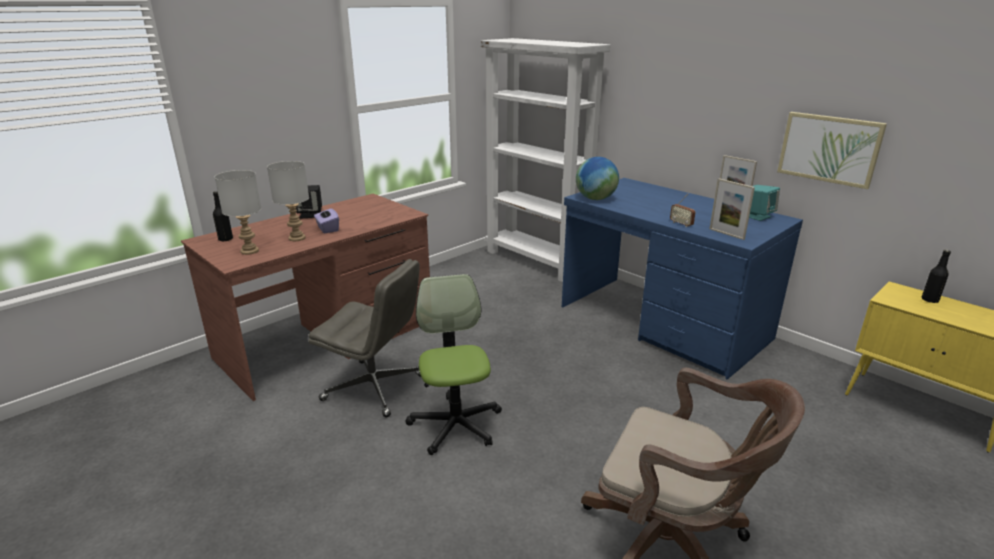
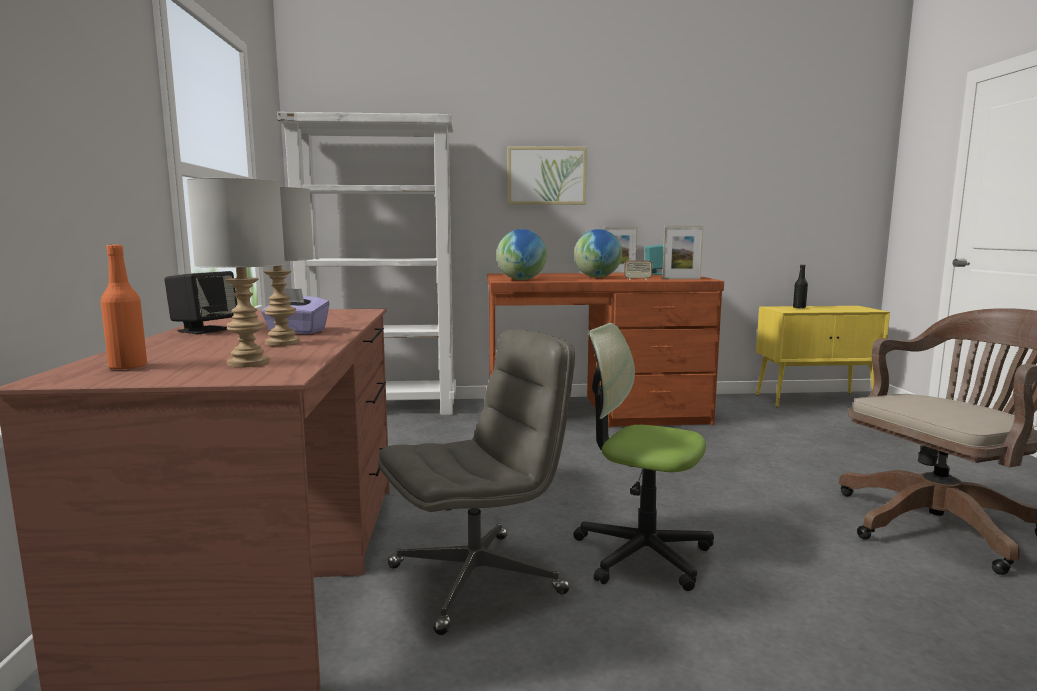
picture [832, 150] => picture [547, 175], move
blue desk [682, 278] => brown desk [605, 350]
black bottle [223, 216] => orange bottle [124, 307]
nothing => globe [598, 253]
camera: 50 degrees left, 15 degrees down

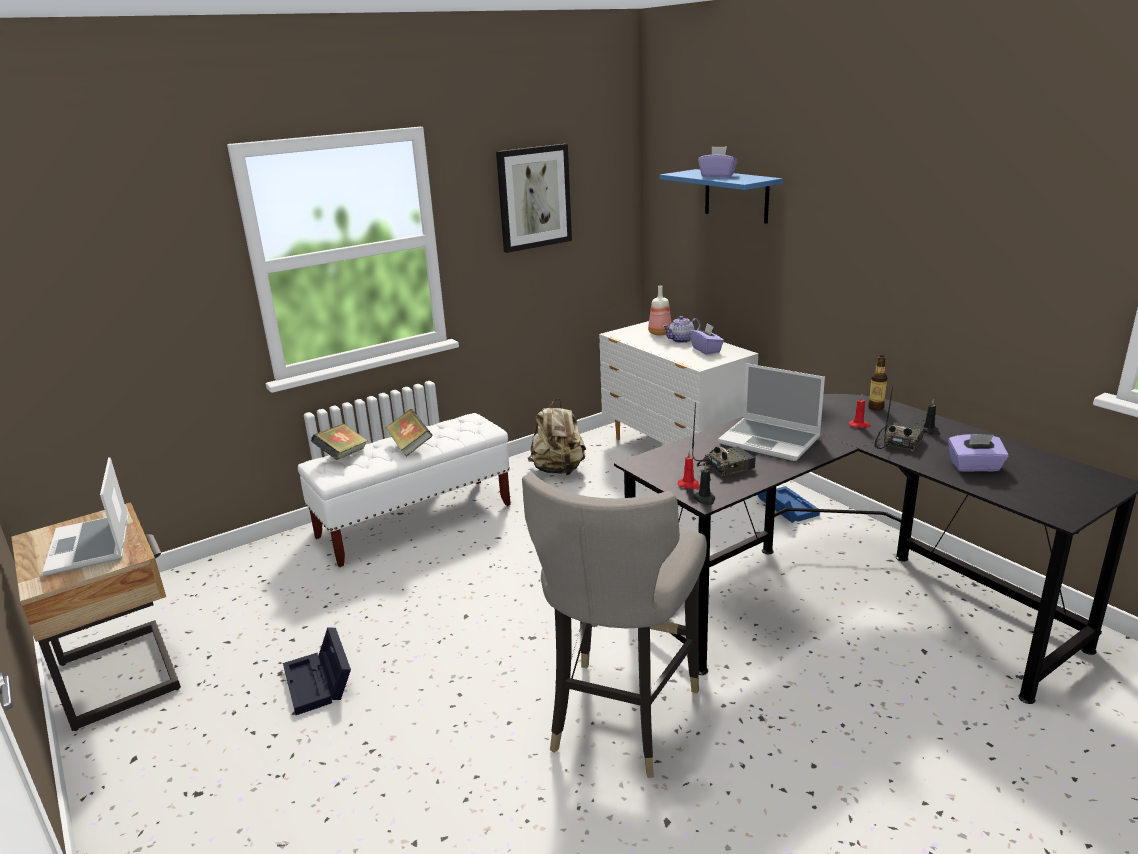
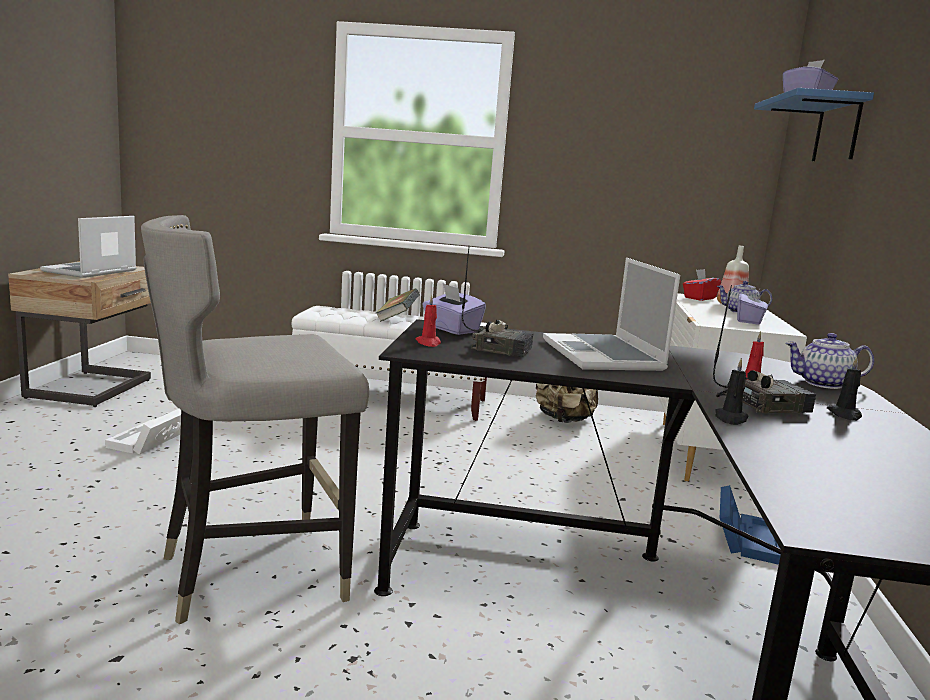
picture [534, 198] => nothing
bottle [877, 383] => teapot [830, 361]
book [339, 441] => nothing
purple tissue box [978, 453] => purple tissue box [454, 309], move
black candle [704, 484] => black candle [732, 391], move
black storage box [317, 671] => white storage box [143, 432]
nothing => red tissue box [702, 285]
camera: 40 degrees right, 10 degrees down

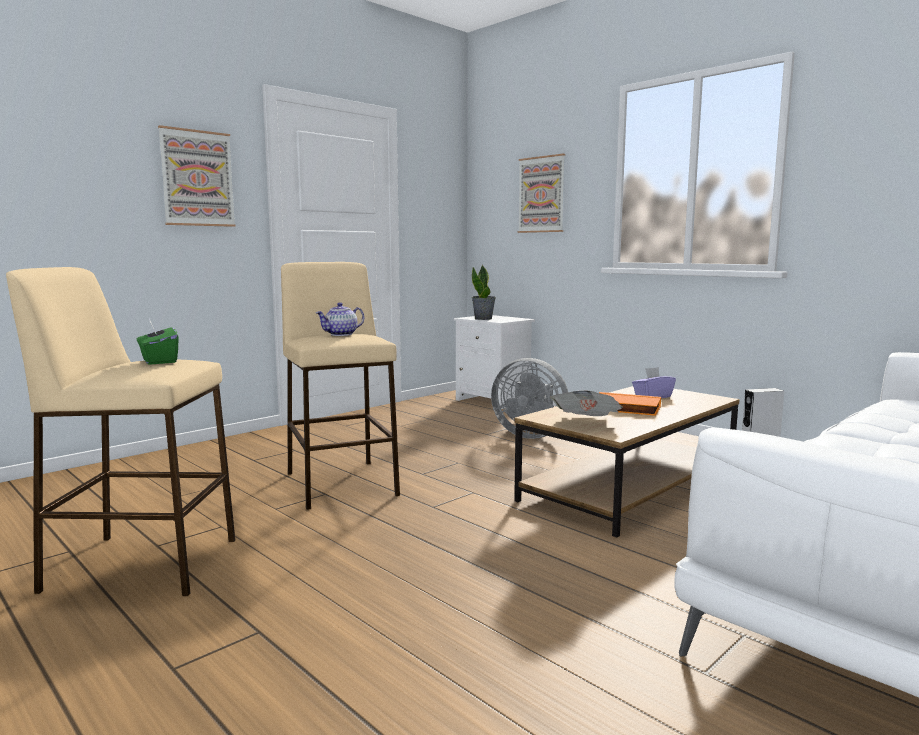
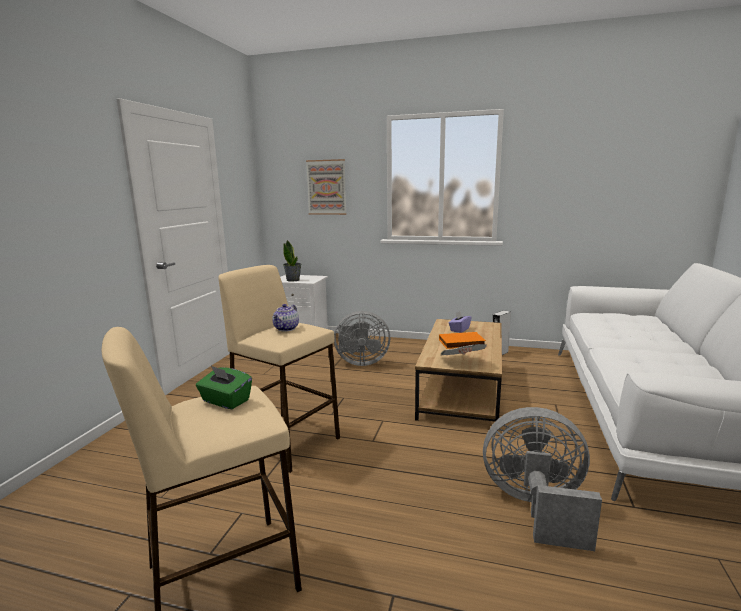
picture [197, 176] => nothing
nothing => grey fan [542, 479]
camera: 30 degrees left, 5 degrees up

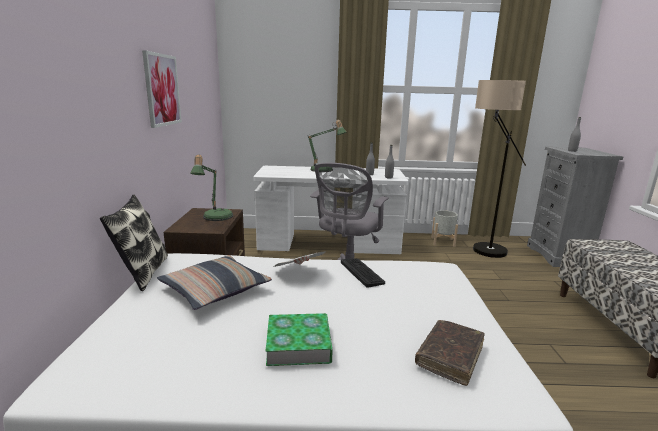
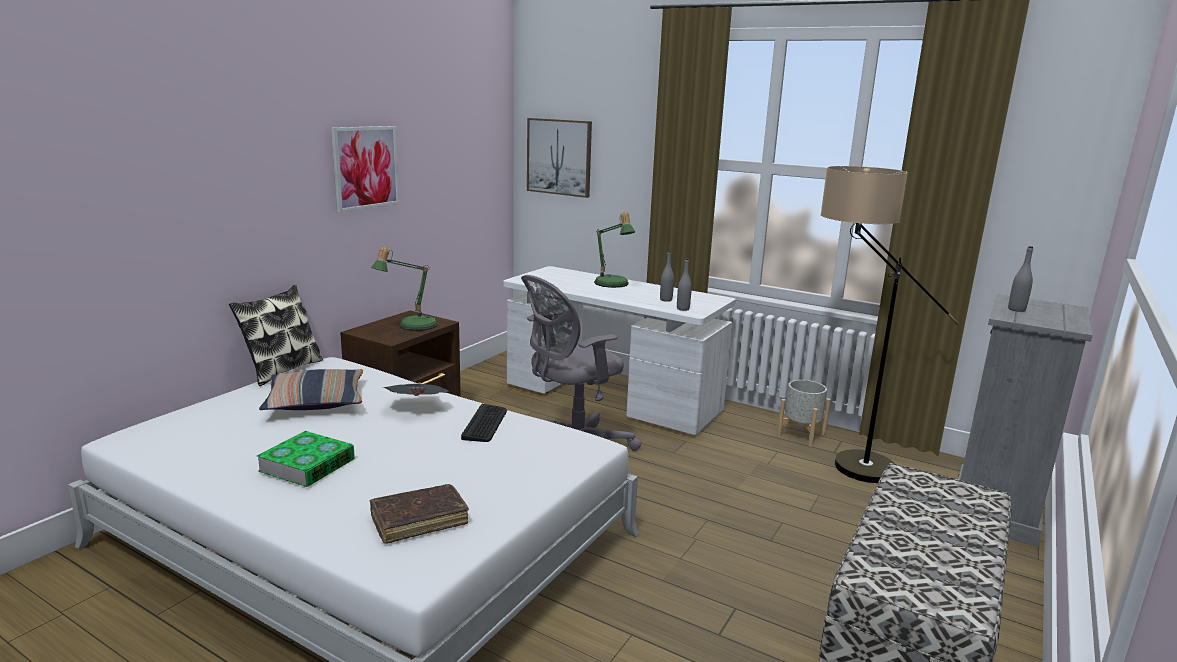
nothing => picture [559, 158]
camera: 30 degrees right, 0 degrees up

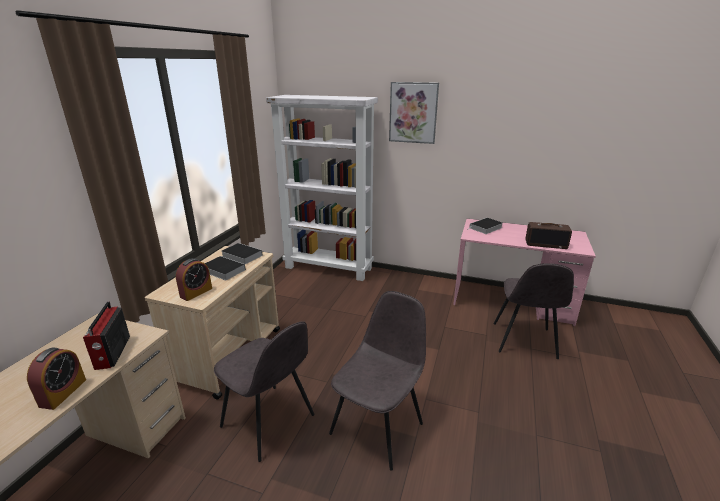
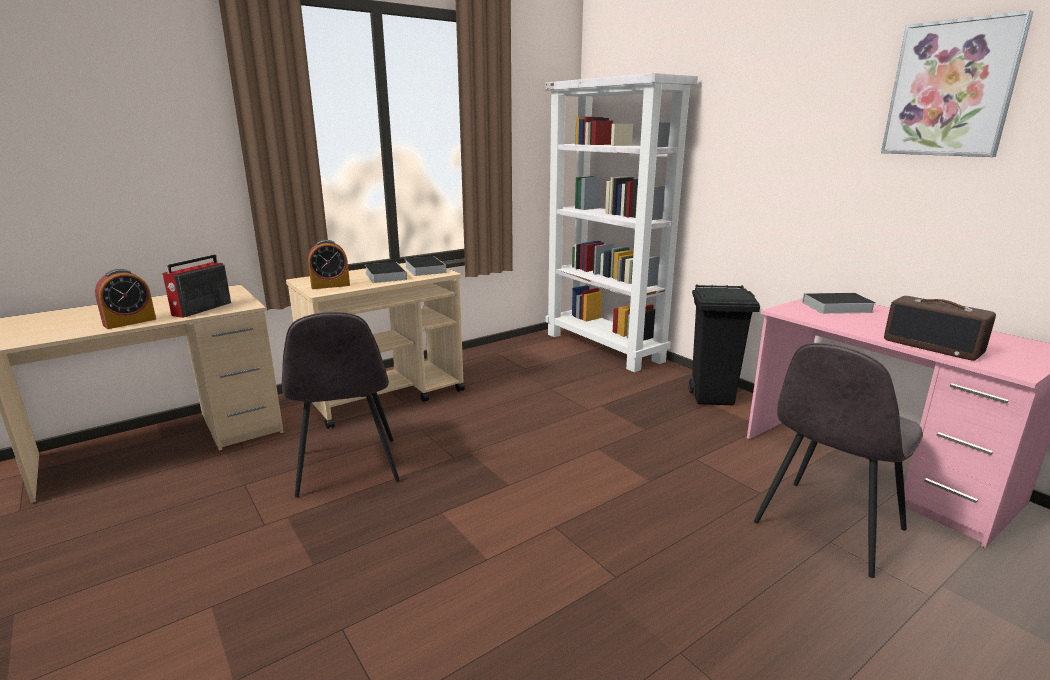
picture [414, 113] => picture [957, 83], move
grey chair [377, 381] => nothing
nothing => black trash can [724, 345]
camera: 35 degrees right, 5 degrees down

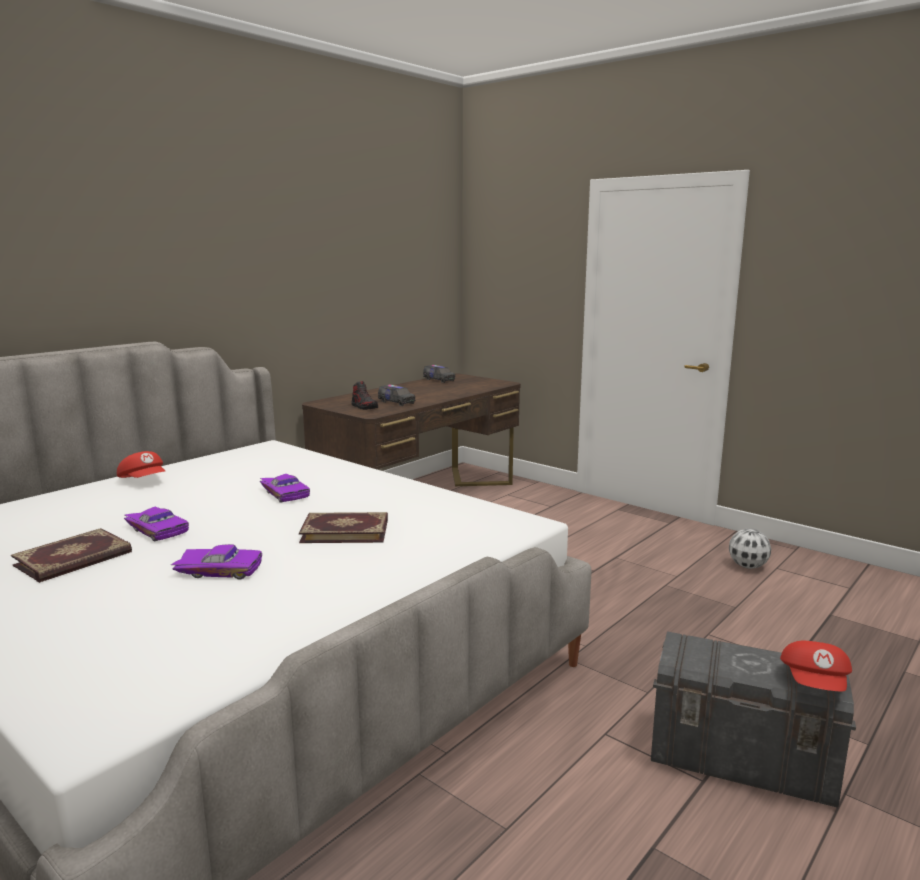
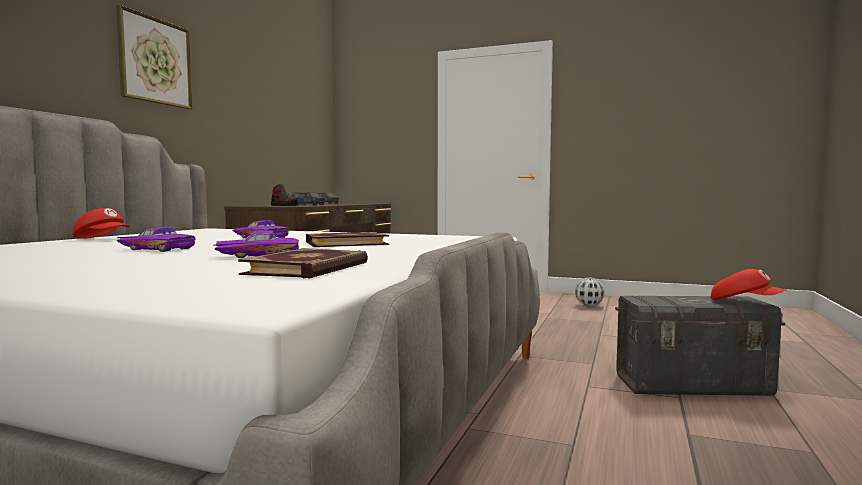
book [71, 555] => book [303, 263], move
red cap [816, 666] => red cap [748, 284], 45 degrees counterclockwise
nothing => picture [154, 57]
camera: 20 degrees left, 10 degrees down

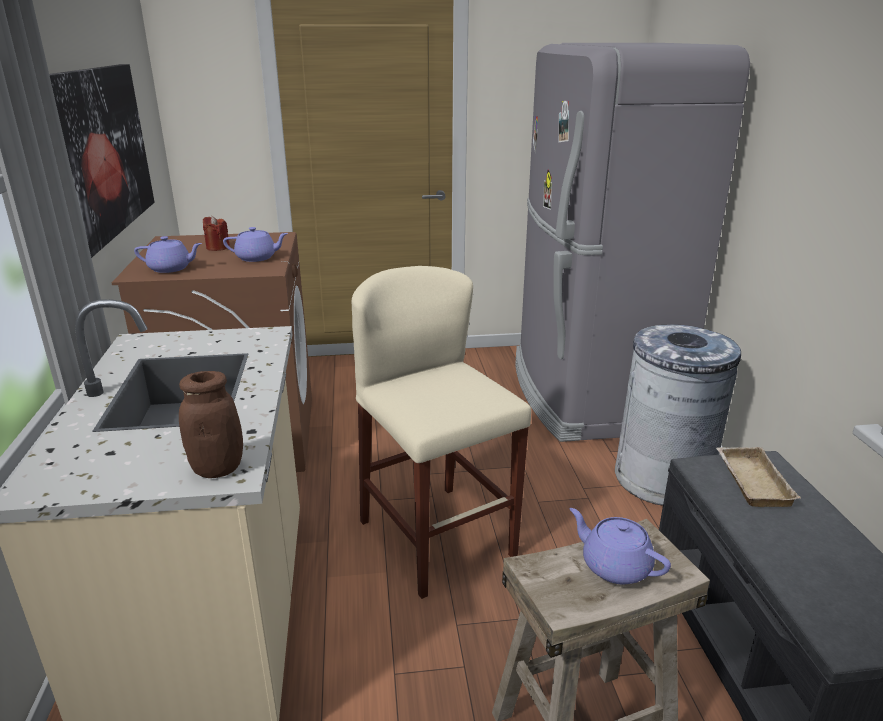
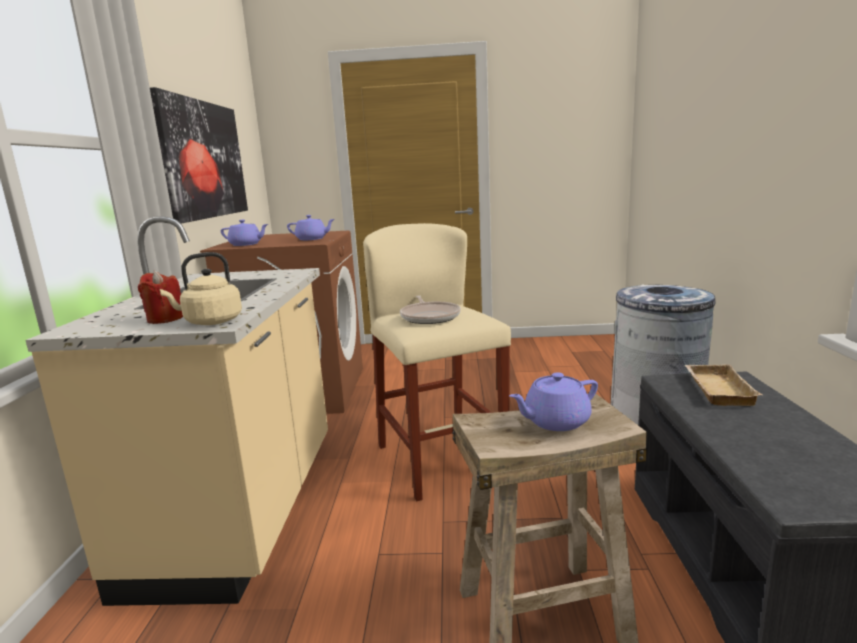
grey fridge [632, 242] => nothing
red candle [216, 233] => red candle [160, 297], move
brown jar [211, 424] => beige kettle [201, 288]
purple teapot [620, 546] => purple teapot [553, 401], 75 degrees counterclockwise
nothing => frying pan [430, 309]
camera: 10 degrees right, 10 degrees down

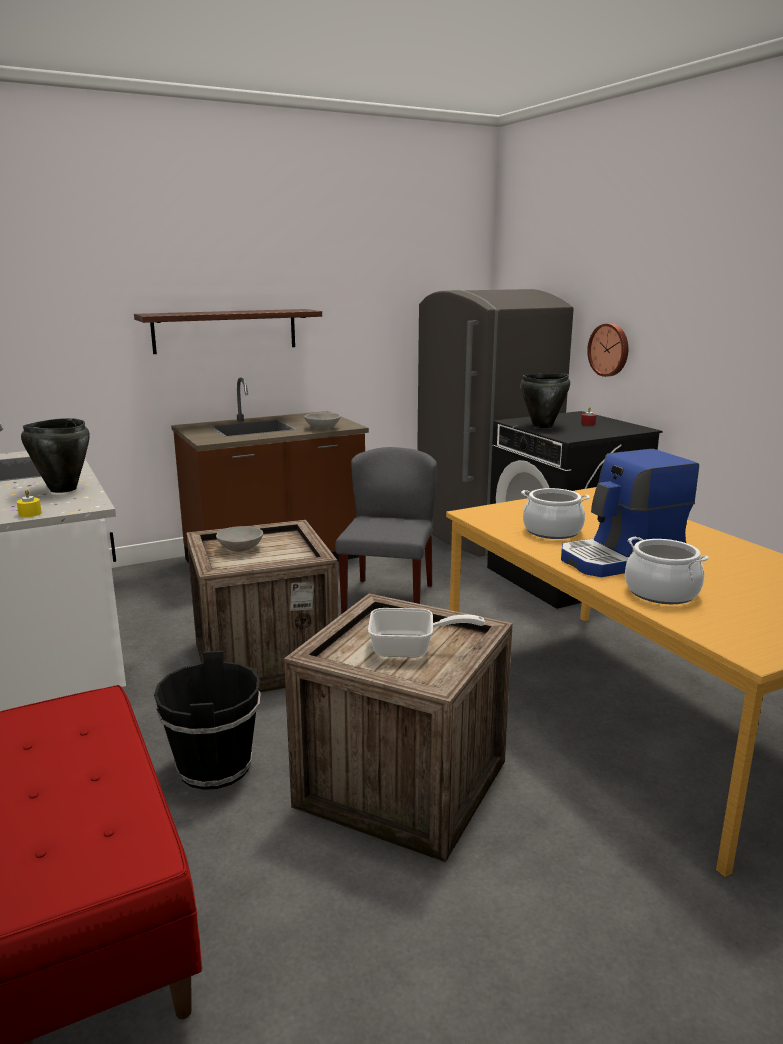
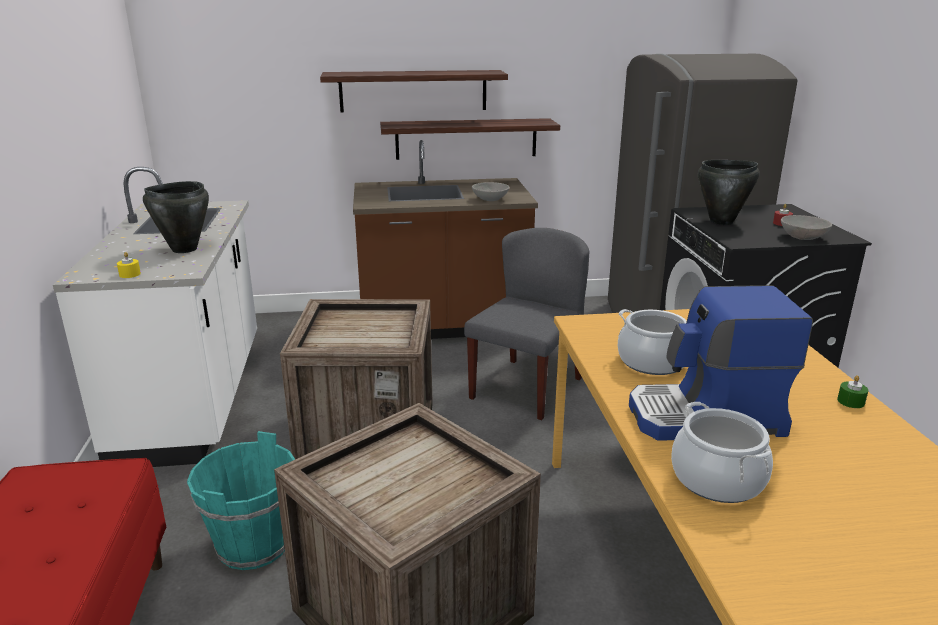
wall clock [607, 350] => nothing
grey bowl [239, 539] => grey bowl [806, 227], move
frying pan [426, 632] => nothing
black bucket [207, 720] => turquoise bucket [241, 500]
nothing => shelf [470, 139]
nothing => green candle [853, 391]
camera: 20 degrees right, 5 degrees up

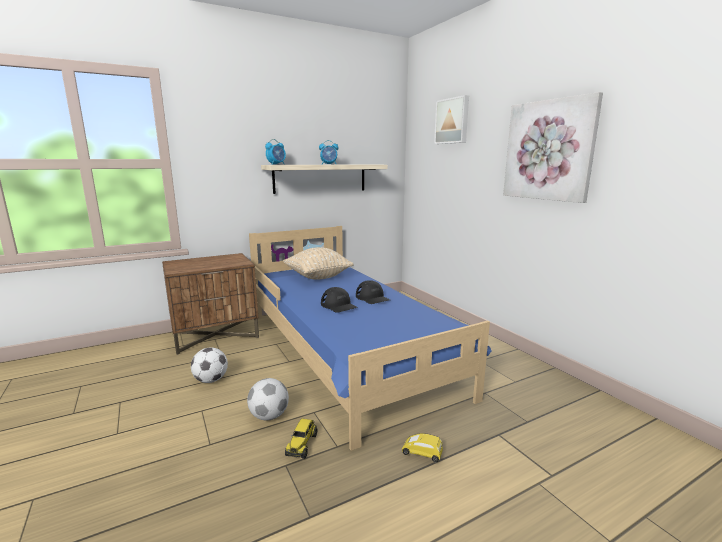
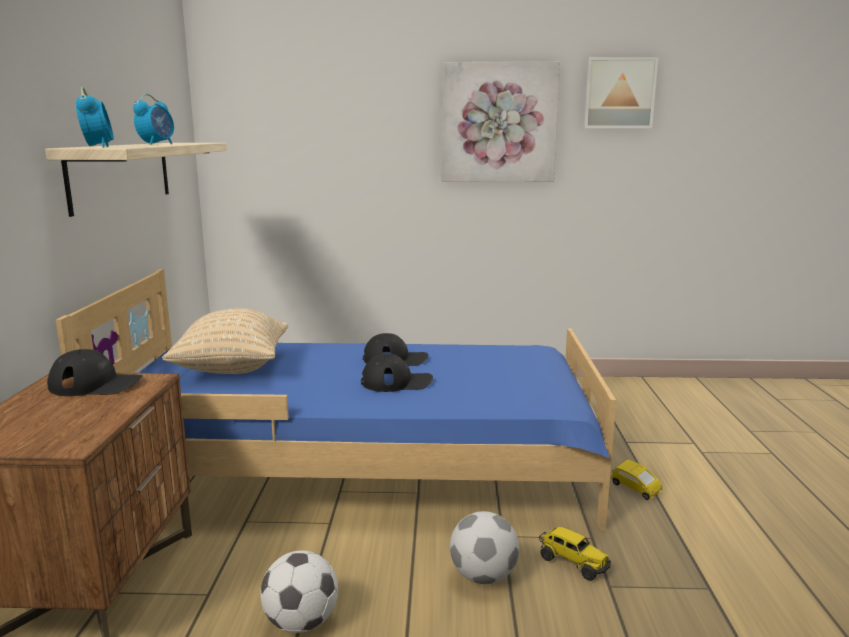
picture [451, 119] => picture [620, 92], move
yellow toy car [422, 447] => yellow toy car [637, 479], 90 degrees counterclockwise
nothing => black cap [95, 372]
camera: 60 degrees left, 0 degrees up

